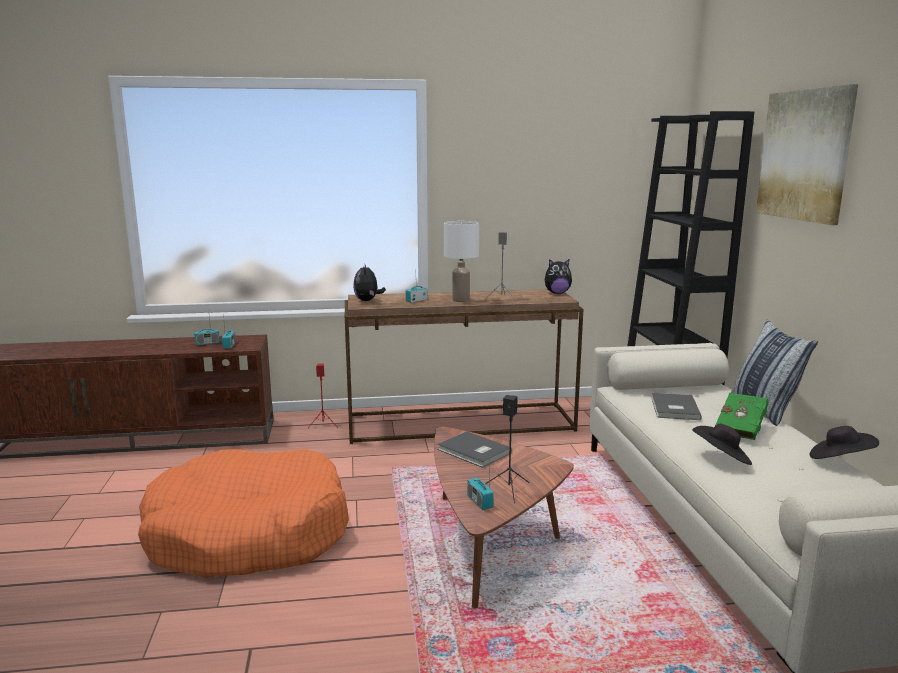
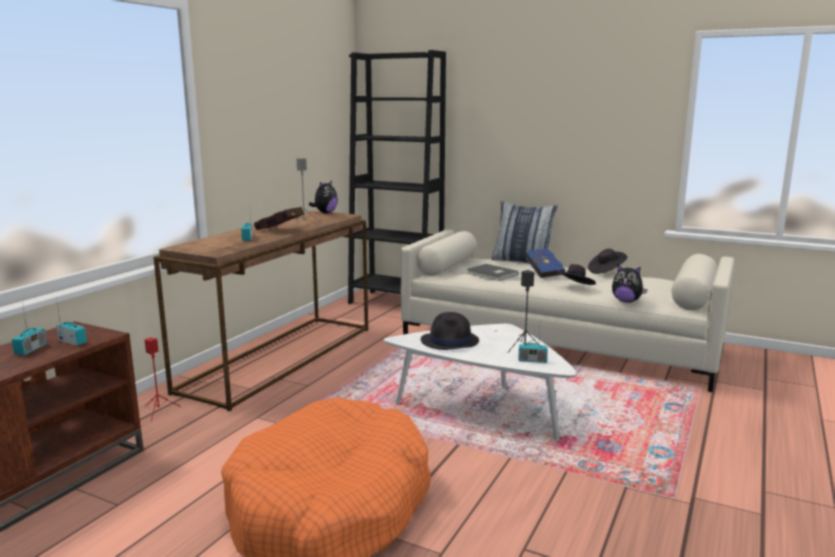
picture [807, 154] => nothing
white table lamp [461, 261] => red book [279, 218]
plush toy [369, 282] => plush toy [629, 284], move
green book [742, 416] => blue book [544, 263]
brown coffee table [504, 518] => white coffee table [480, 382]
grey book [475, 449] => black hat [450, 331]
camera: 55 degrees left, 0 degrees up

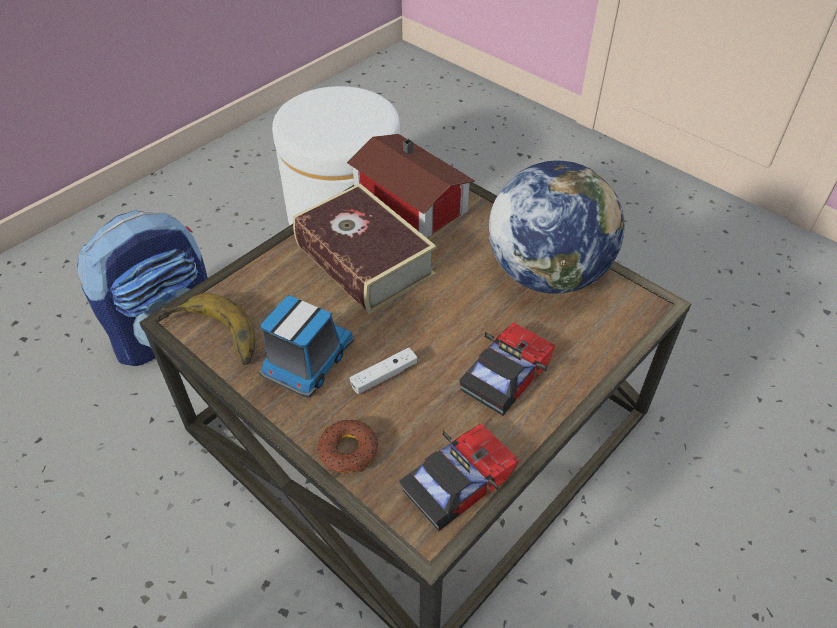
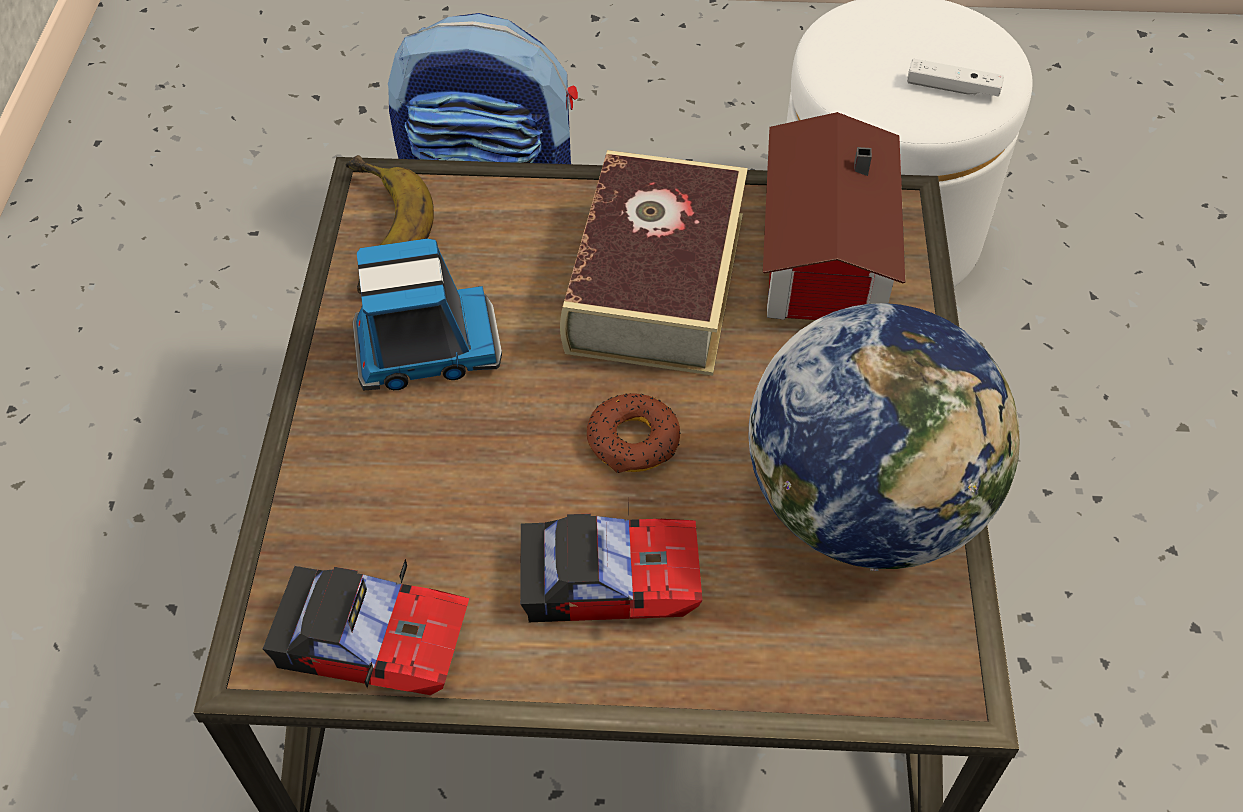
white game controller [384, 370] => white game controller [955, 77], move
donut [348, 446] => donut [634, 433], move
camera: 50 degrees right, 5 degrees up

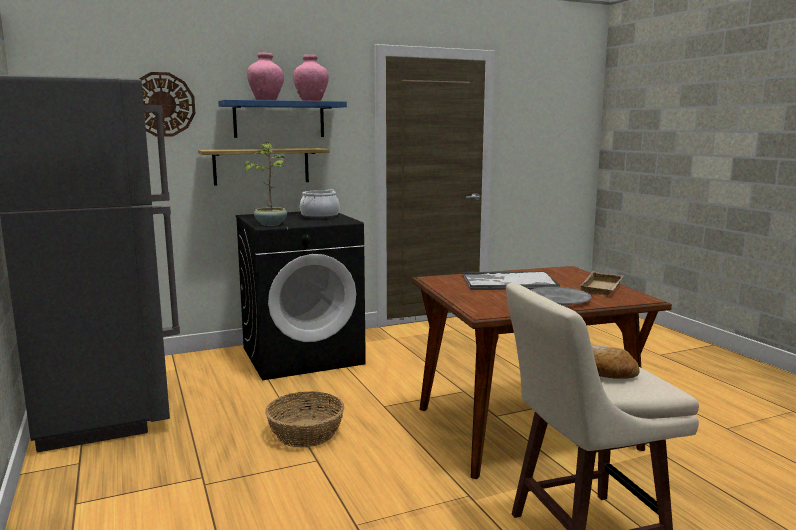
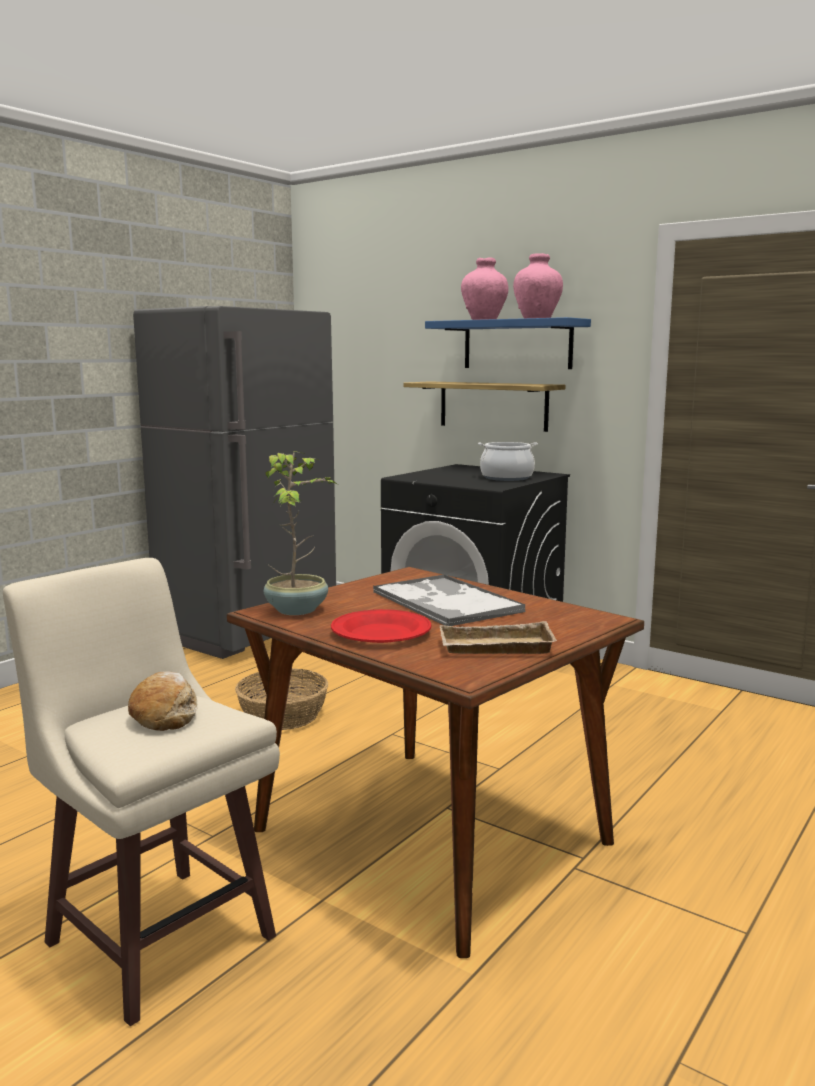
wall clock [167, 104] => nothing
potted plant [265, 184] => potted plant [301, 533], move
grey plate [561, 296] => red plate [381, 626]
camera: 60 degrees right, 0 degrees up

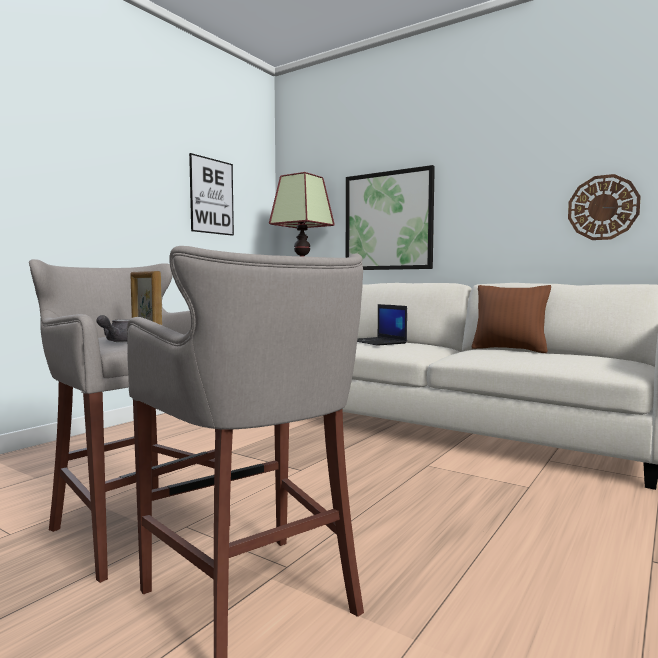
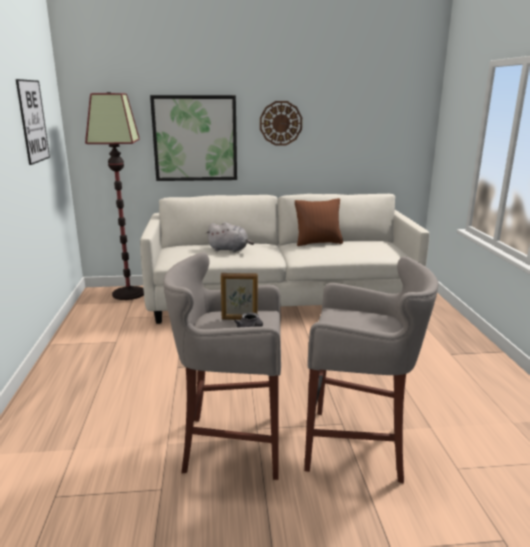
wall clock [604, 207] => wall clock [281, 123], move
laptop [382, 325] => grey plush toy [230, 237]
camera: 40 degrees left, 15 degrees up

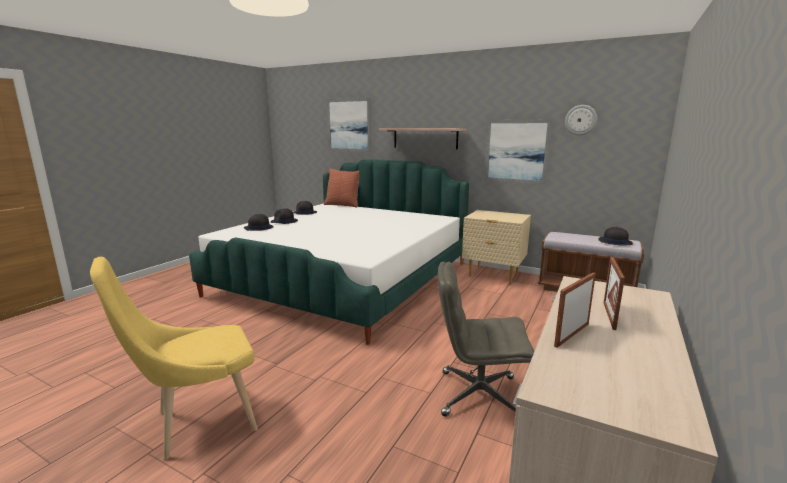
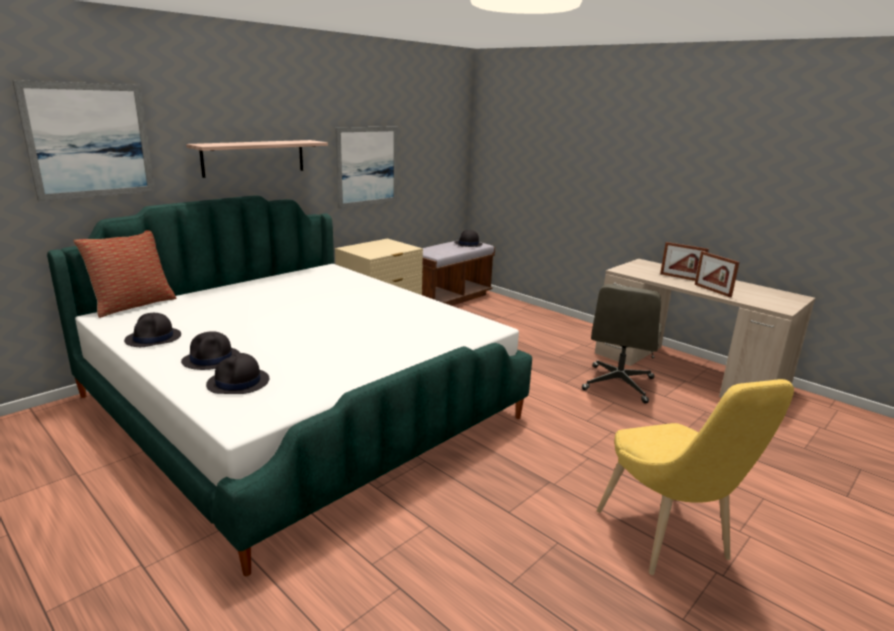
wall clock [581, 120] => nothing
camera: 75 degrees left, 5 degrees up

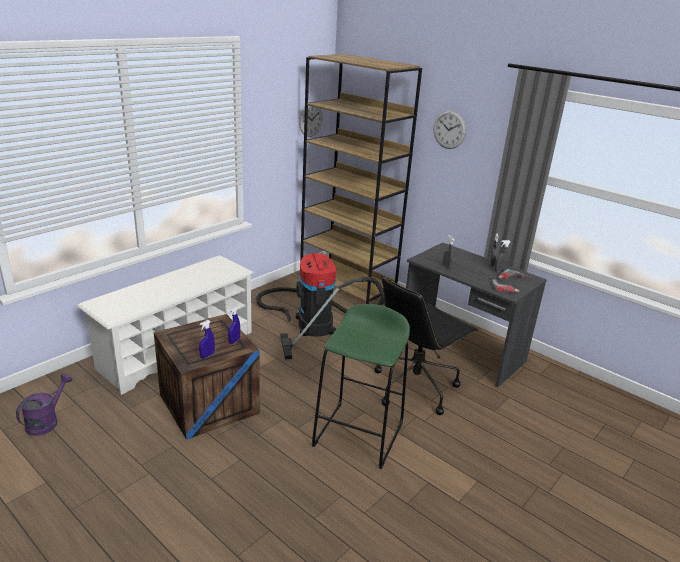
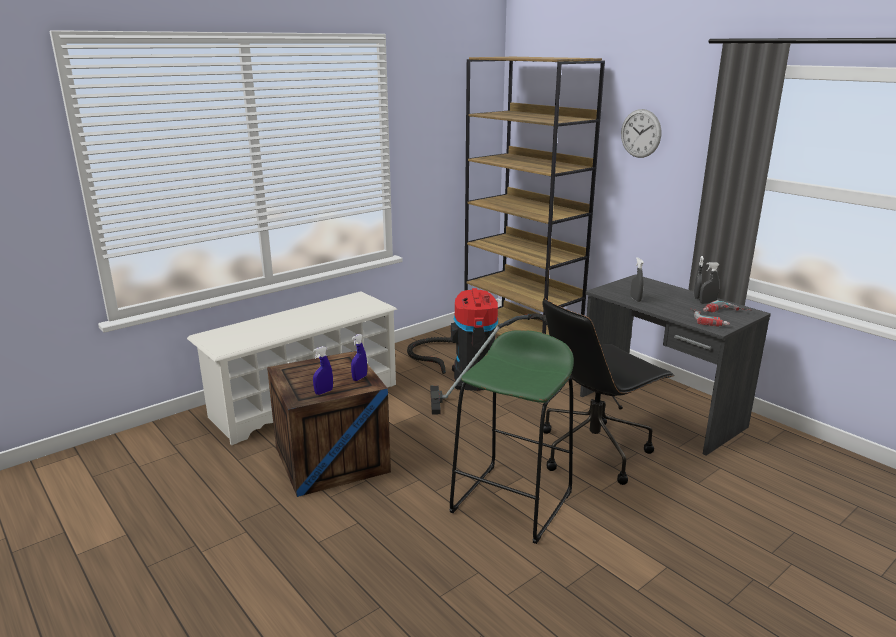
wall clock [311, 121] => nothing
purple watering can [44, 405] => nothing
camera: 10 degrees right, 5 degrees down

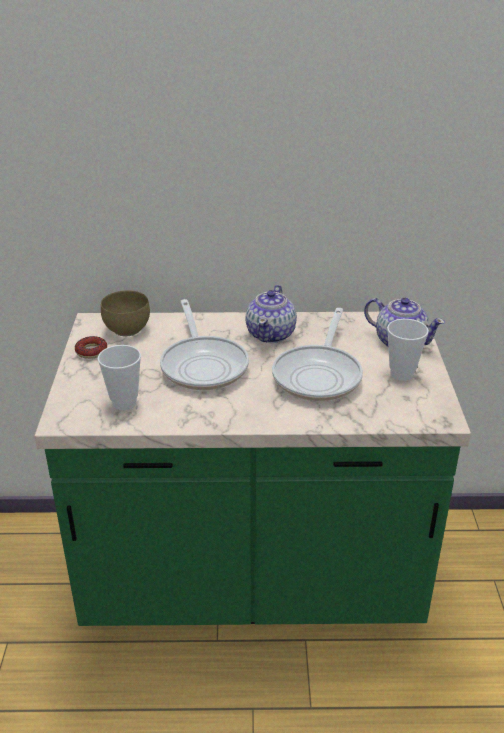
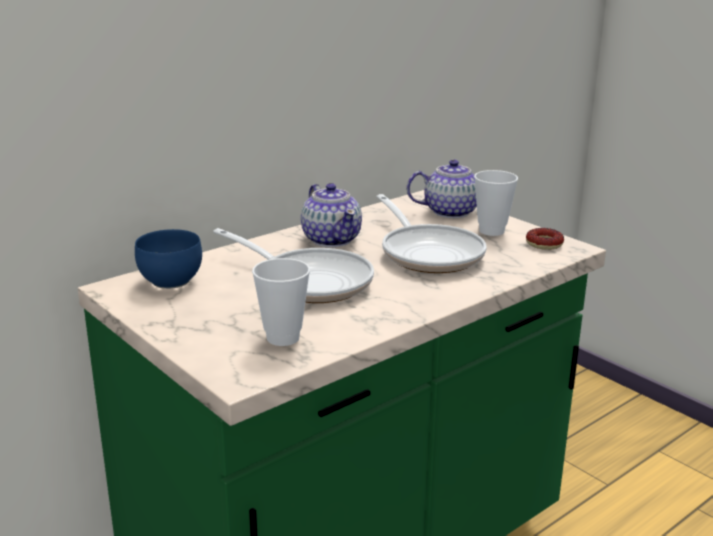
brown bowl [125, 313] => blue bowl [168, 259]
donut [91, 347] => donut [545, 239], move
camera: 40 degrees left, 10 degrees down

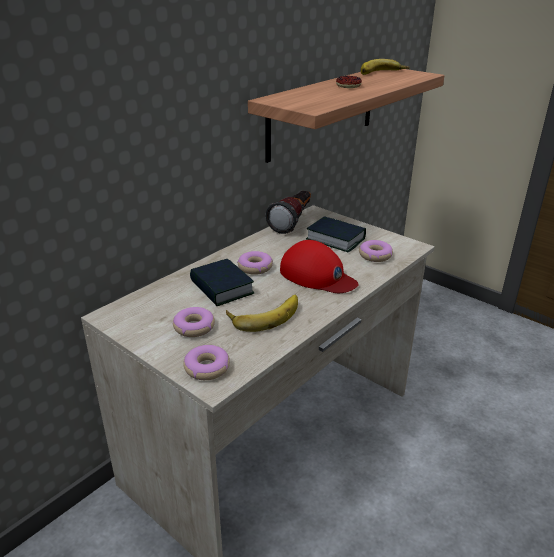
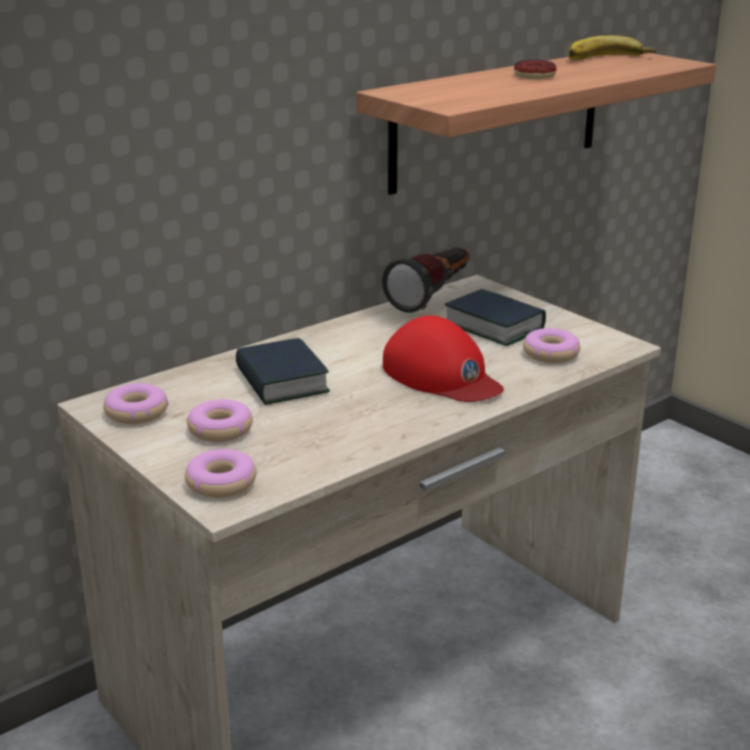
donut [255, 263] => donut [136, 403], move
banana [262, 313] => nothing
camera: 10 degrees right, 5 degrees down

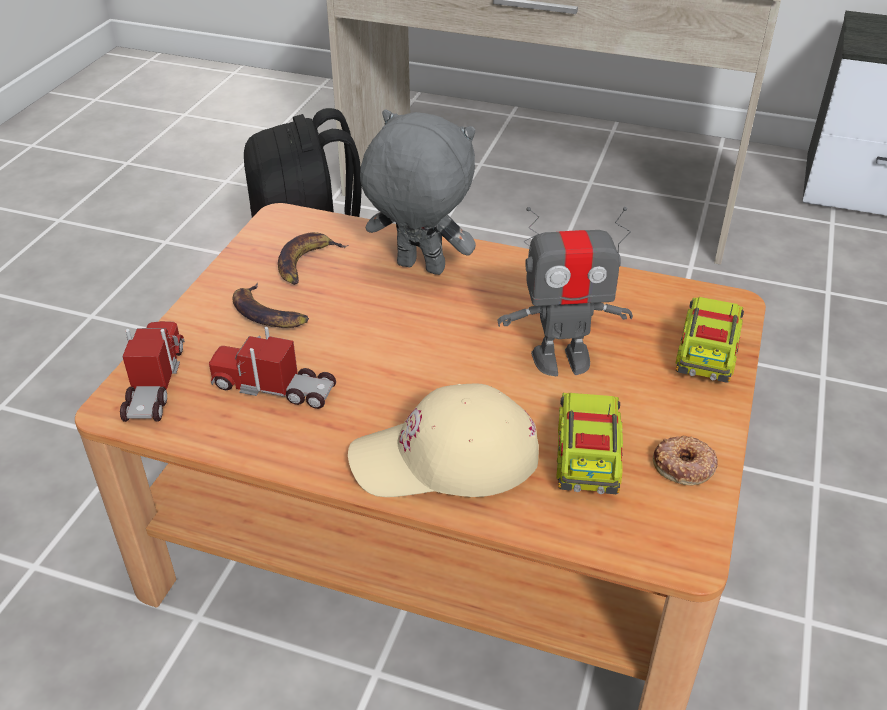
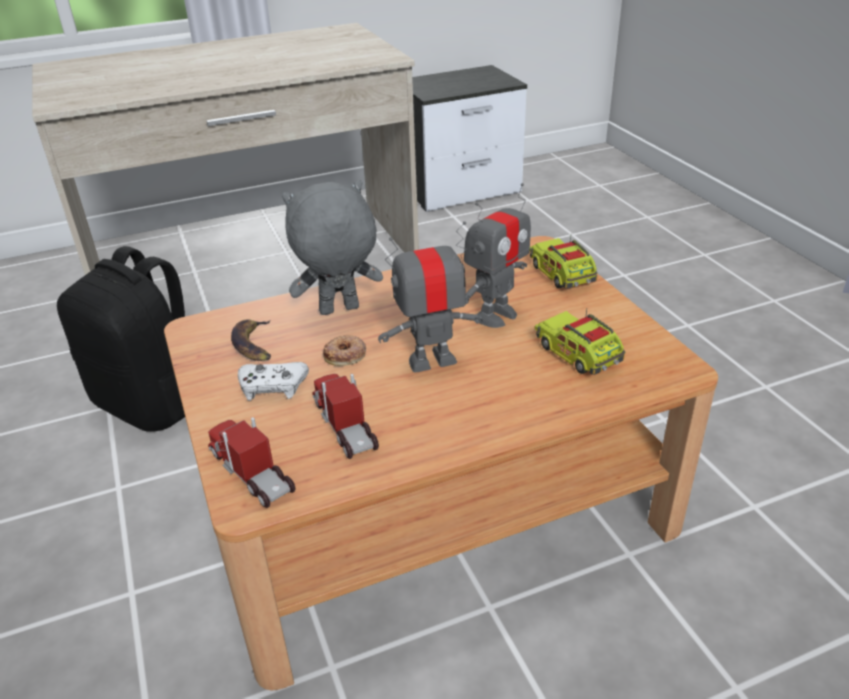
banana [271, 305] => white game controller [273, 381]
toy truck [272, 368] => toy truck [346, 416], 90 degrees clockwise
beige cap [443, 440] => nothing
donut [685, 460] => donut [344, 350], move
nothing => toy robot [431, 296]
camera: 40 degrees left, 5 degrees down

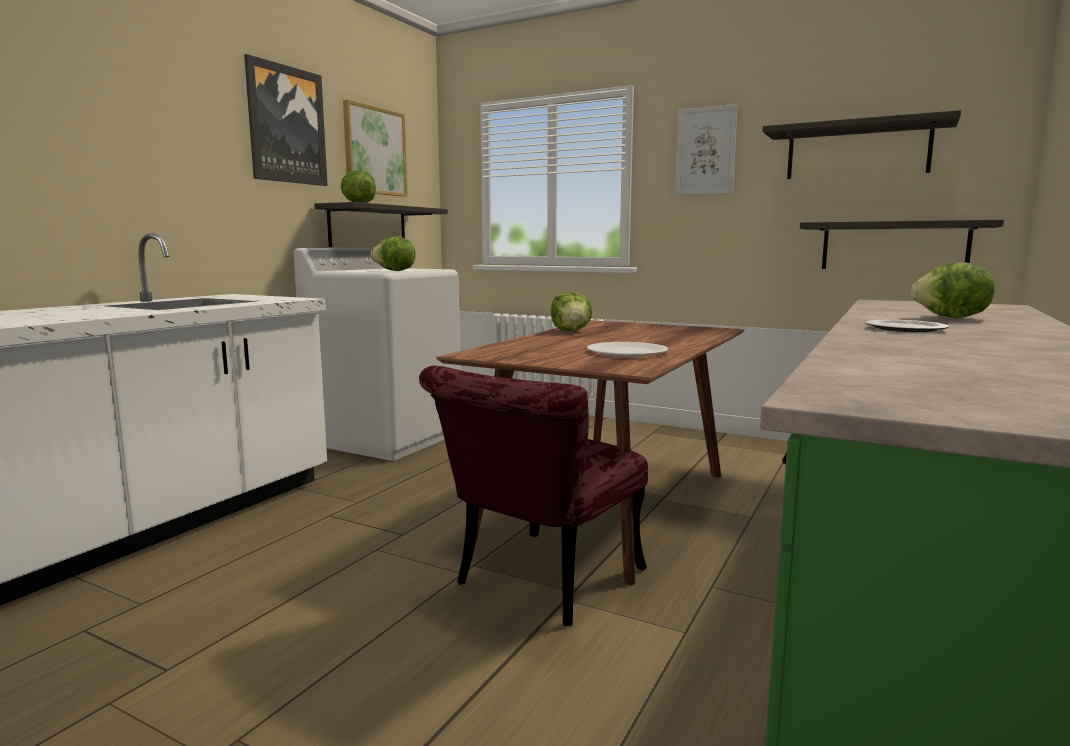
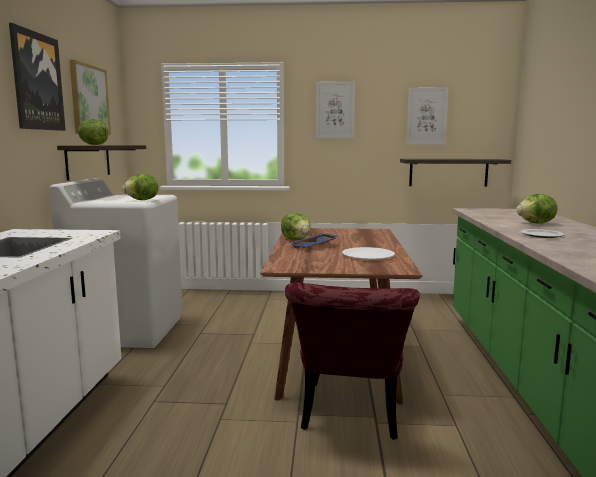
shelf [862, 144] => picture [427, 116]
nothing => blue tray [314, 241]
camera: 25 degrees left, 0 degrees up

